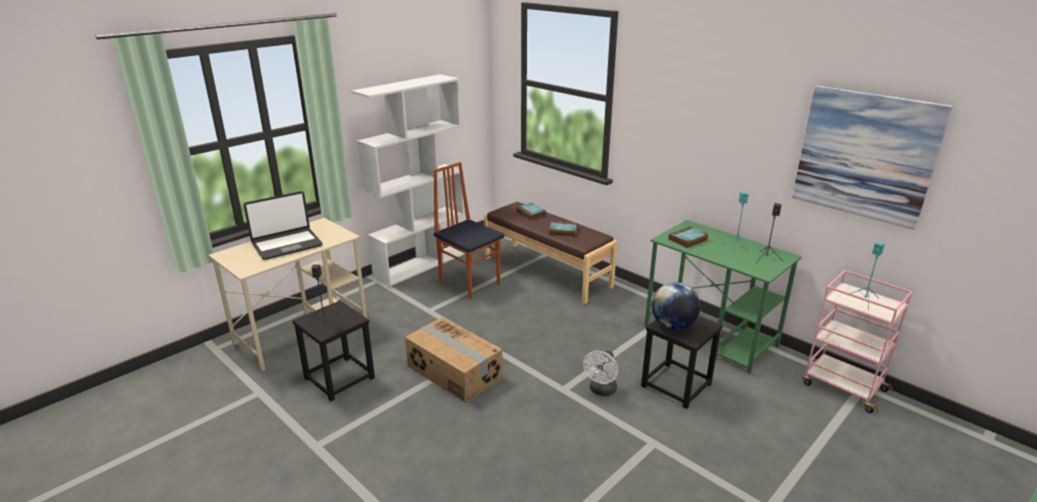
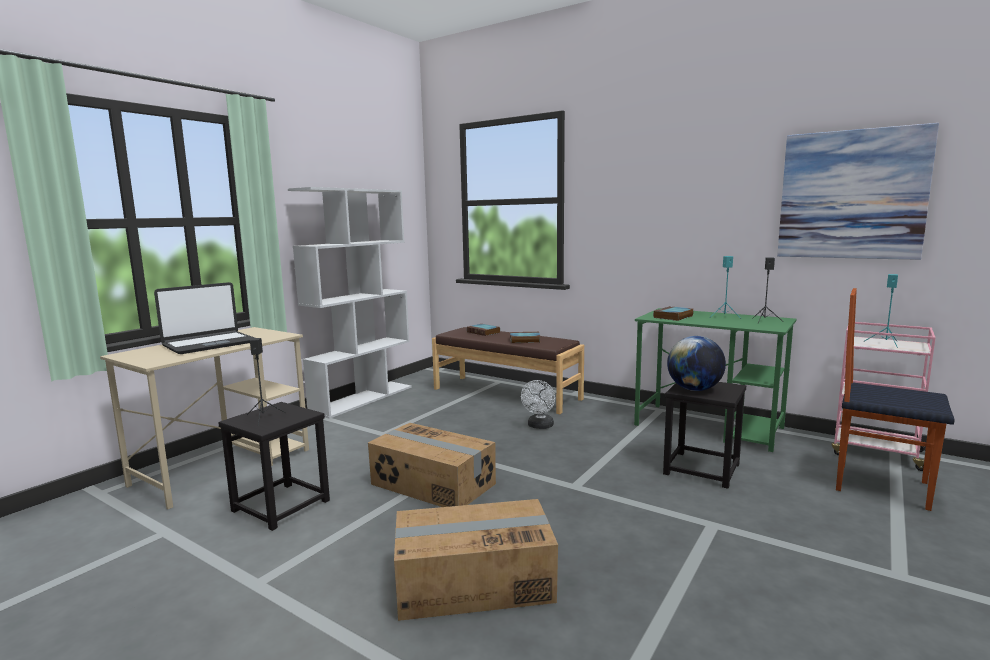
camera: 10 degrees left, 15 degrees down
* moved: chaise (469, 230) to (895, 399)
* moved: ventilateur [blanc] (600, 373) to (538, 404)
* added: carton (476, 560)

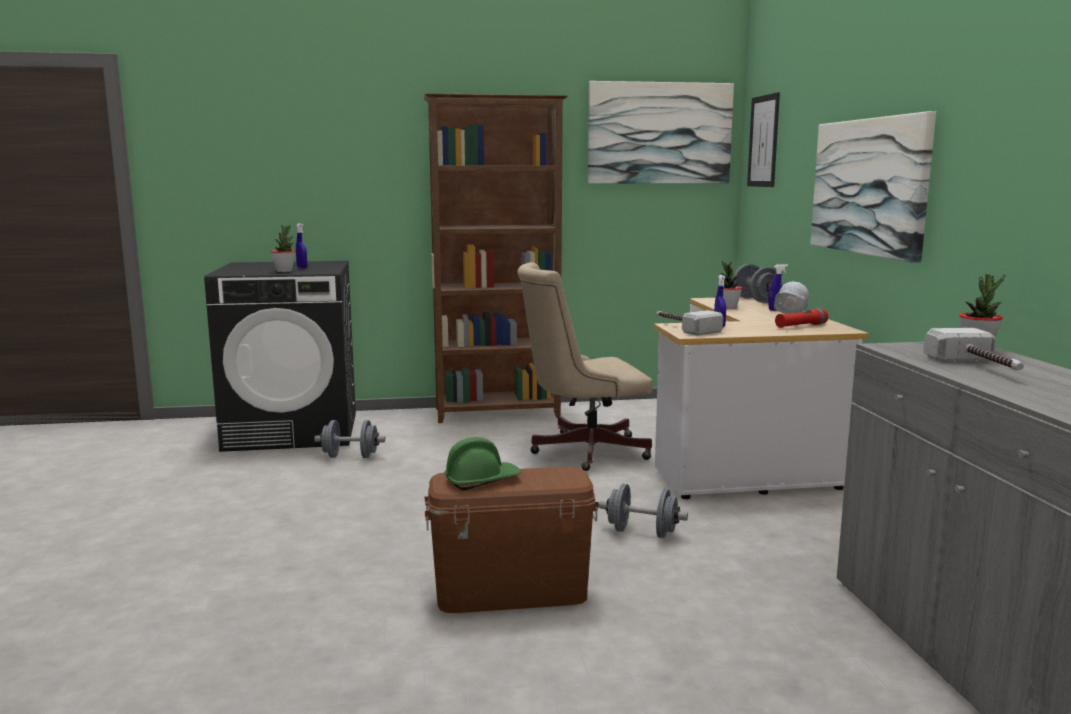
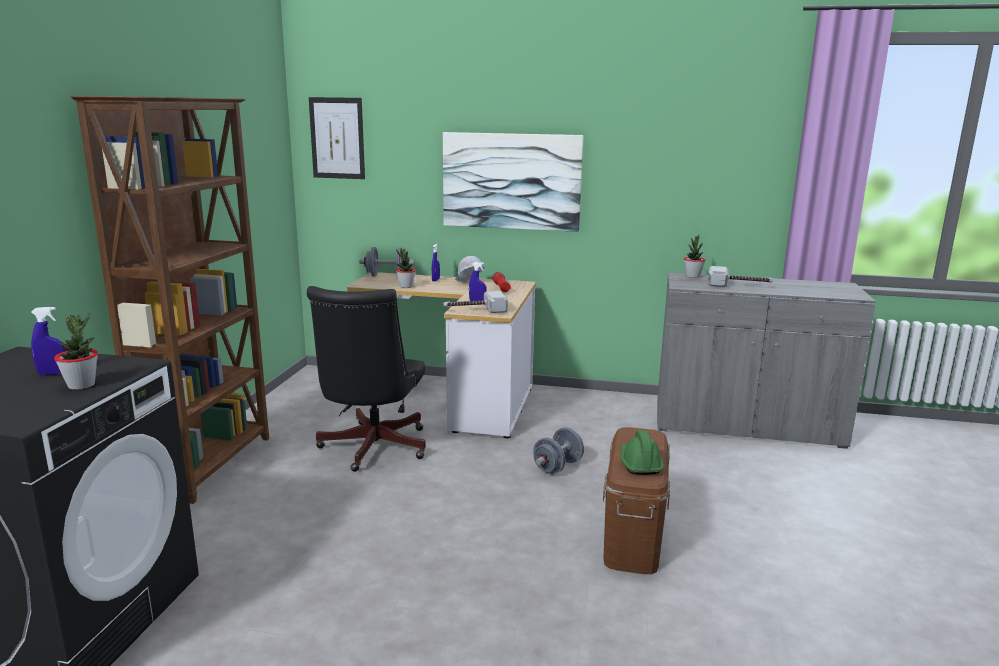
camera: 70 degrees left, 5 degrees up
* removed: haltère [gris] (349, 439)
* recoloured: chaise de bureau [beige] (584, 366) to chaise de bureau [noir] (366, 379)
* removed: tableau (661, 132)

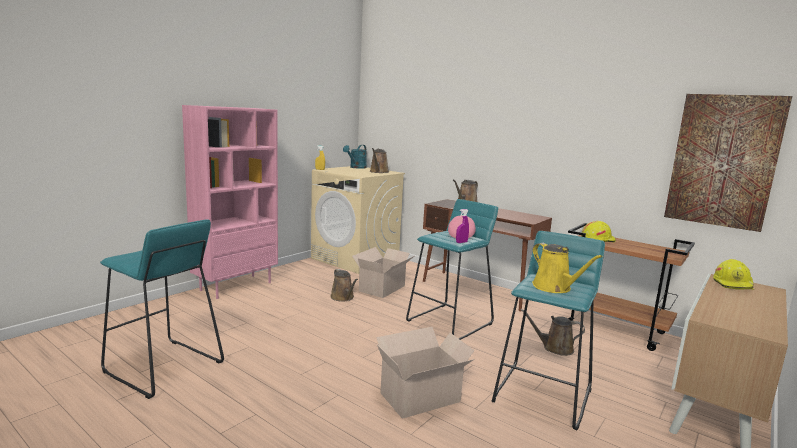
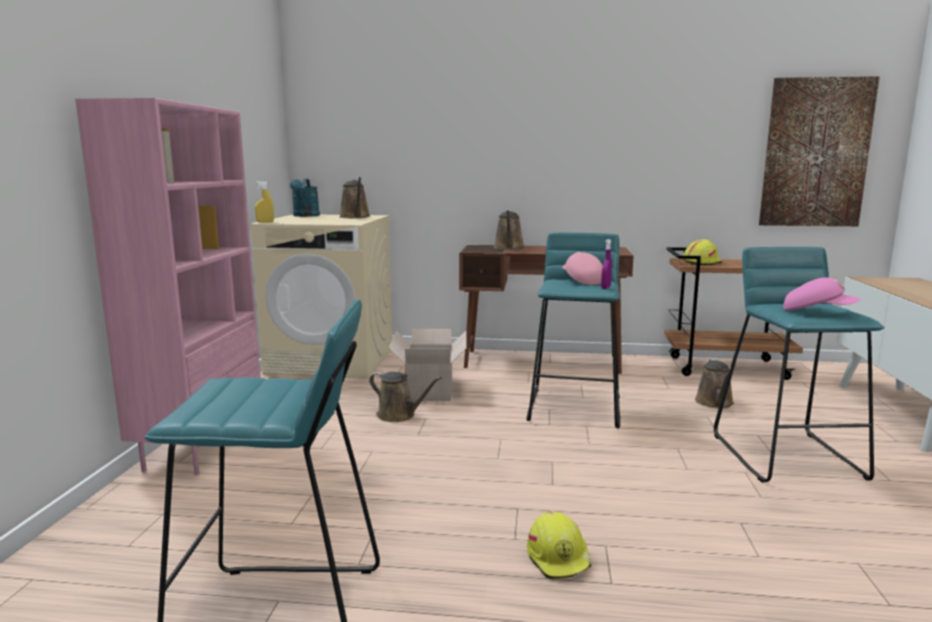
camera: 30 degrees left, 0 degrees up
* removed: carton (425, 373)
* turned: arrosoir [marron] (552, 332) = (714, 384) 60 degrees counterclockwise
* replaced: arrosoir [jaune] (567, 268) to casquette [rose] (822, 293)
* moved: casque de chantier [jaune] (733, 274) to (559, 545)

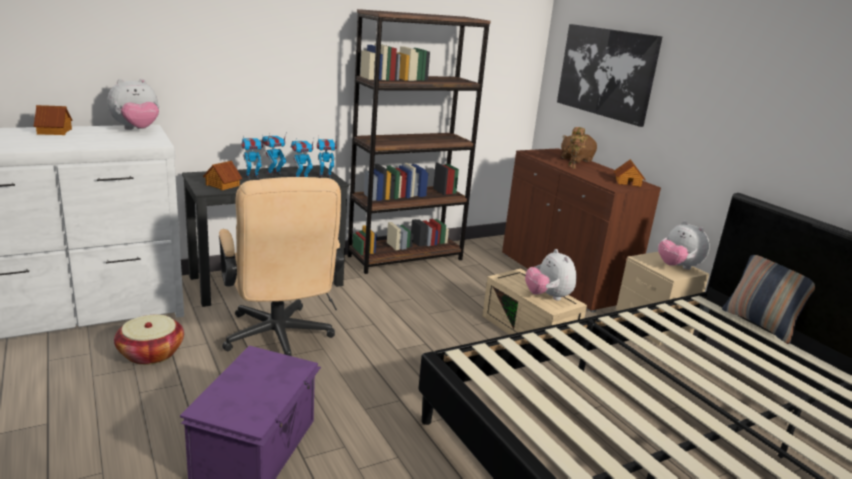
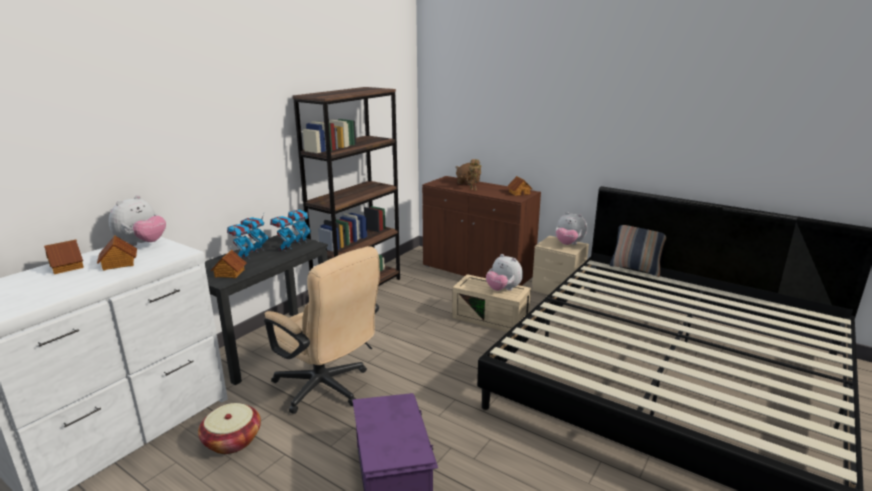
camera: 25 degrees left, 0 degrees up
* removed: tableau (609, 75)
* added: maison miniature (117, 253)

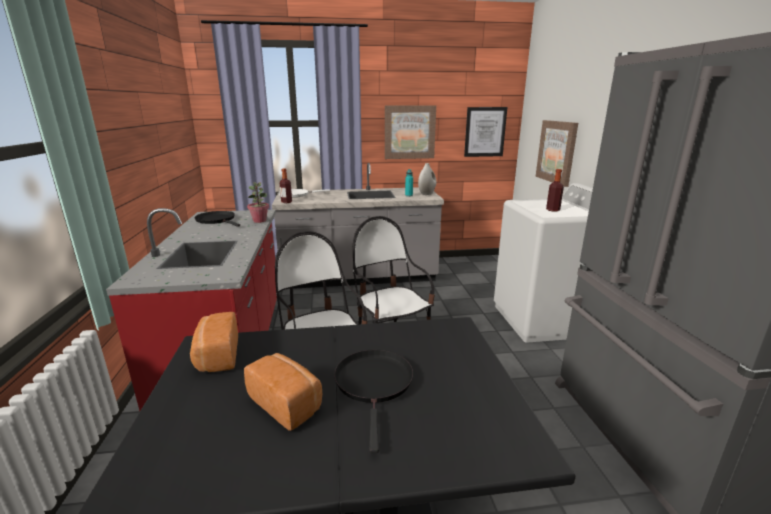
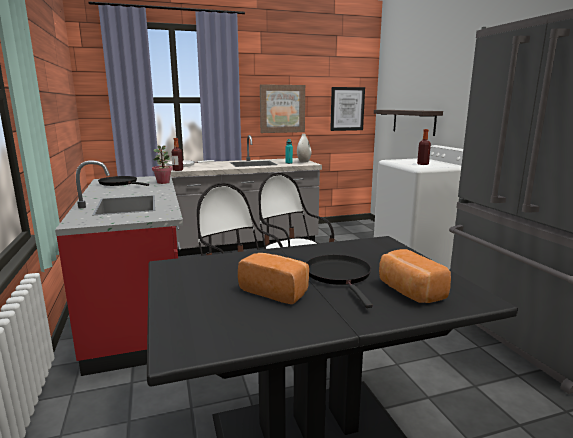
camera: 10 degrees left, 5 degrees down
* moved: pain (214, 342) to (415, 276)
* replaced: tableau (557, 153) to étagère (408, 123)

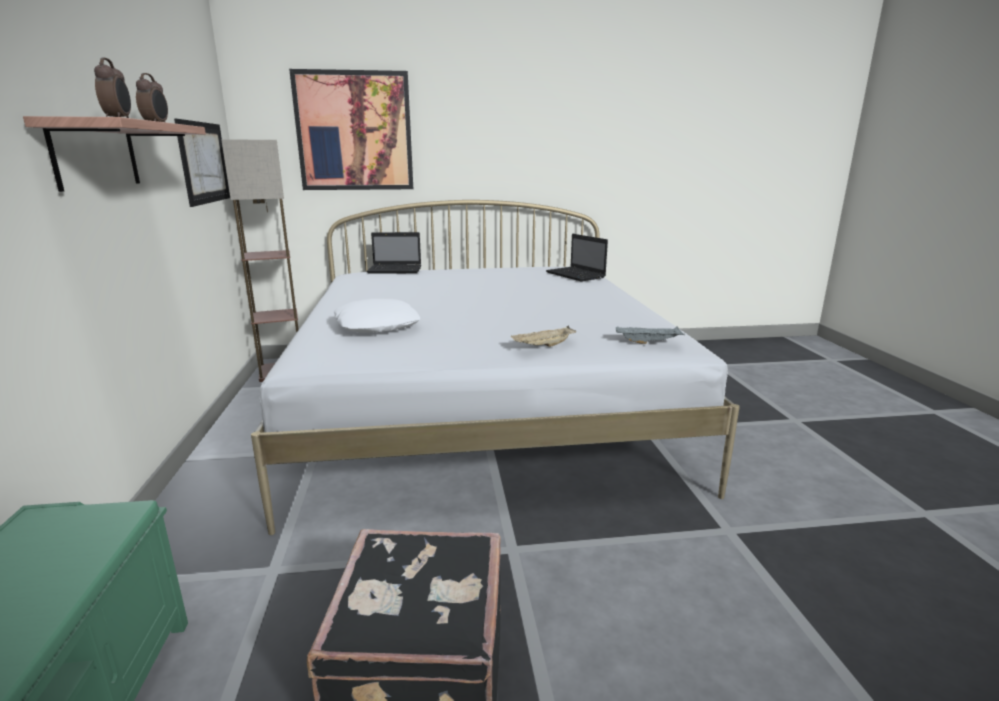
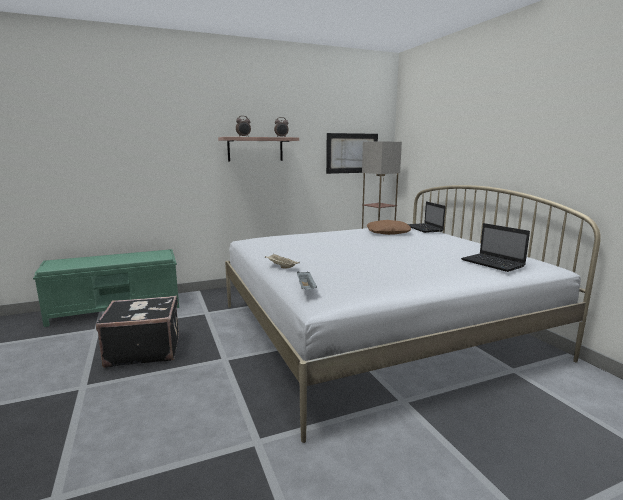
camera: 75 degrees right, 5 degrees down
* removed: tableau (351, 129)
* removed: coussin [blanc] (377, 316)
* turned: ordinateur portable (577, 258) = (495, 247) 75 degrees counterclockwise
* added: coussin [marron] (388, 227)

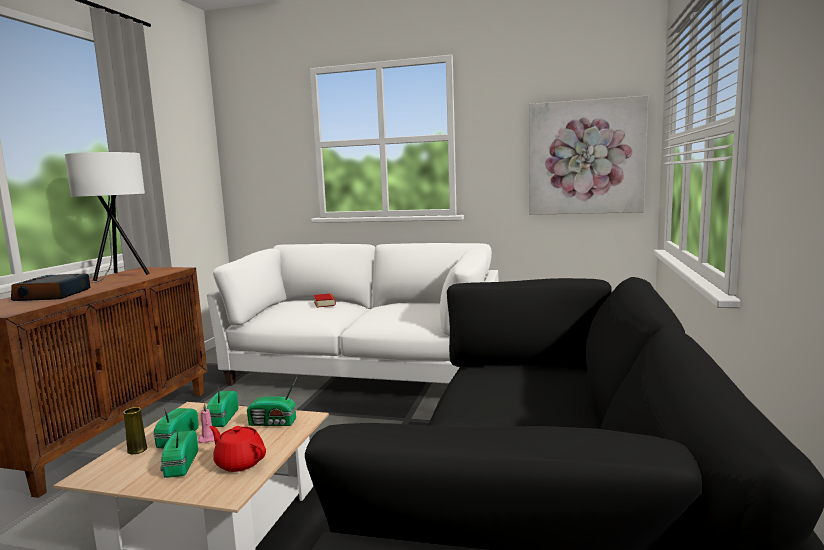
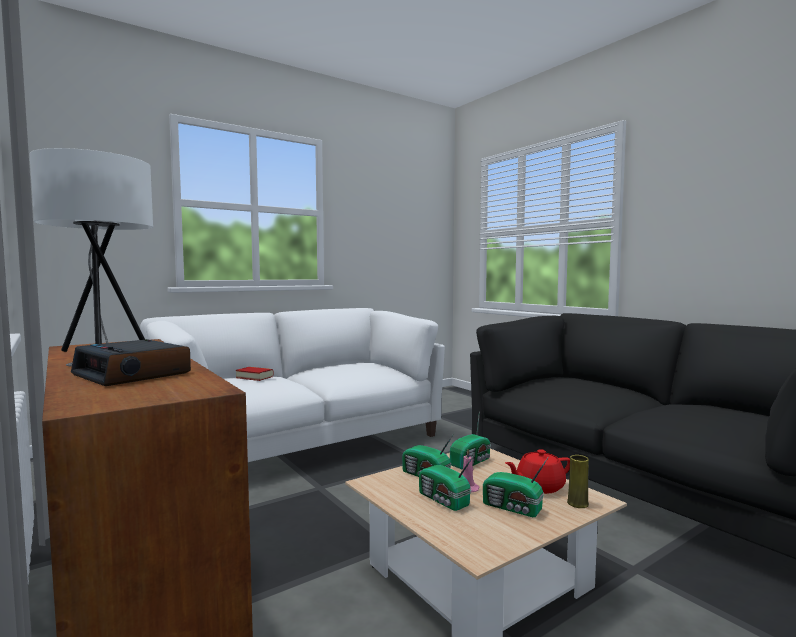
camera: 50 degrees left, 5 degrees down
* moved: vase [jaune] (135, 430) to (578, 481)
* removed: tableau (588, 155)

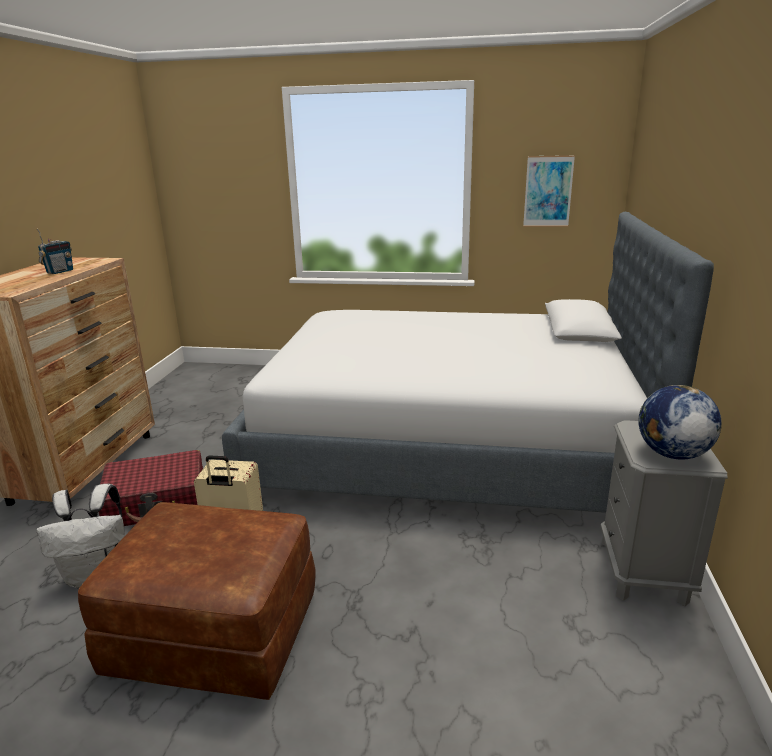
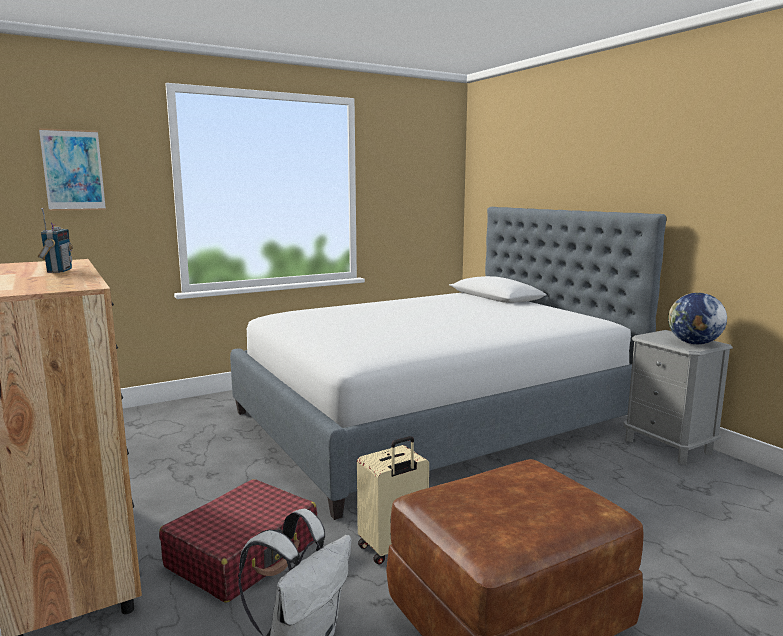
camera: 40 degrees left, 10 degrees down
* moved: tableau (549, 191) to (72, 169)

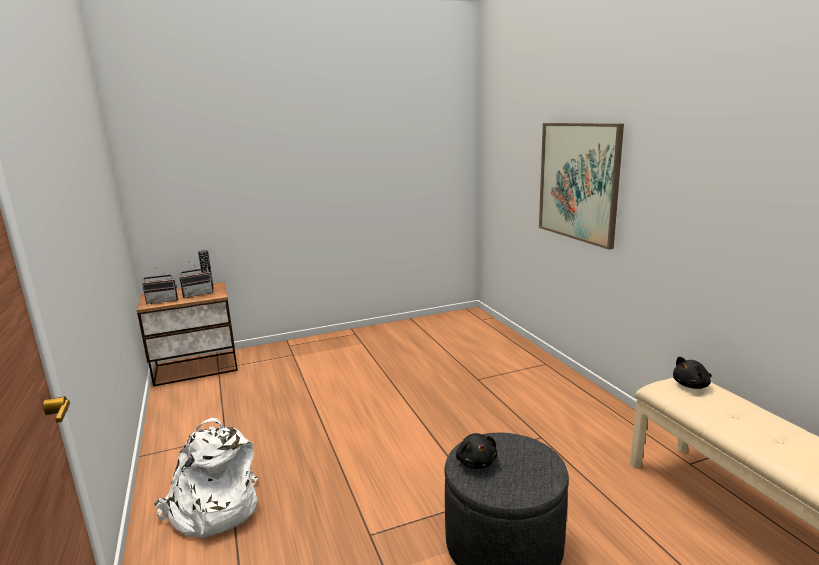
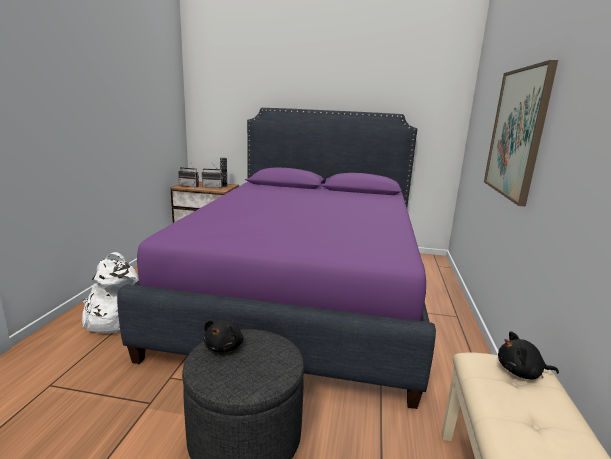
camera: 30 degrees right, 0 degrees up
* added: lit [violet] (276, 258)

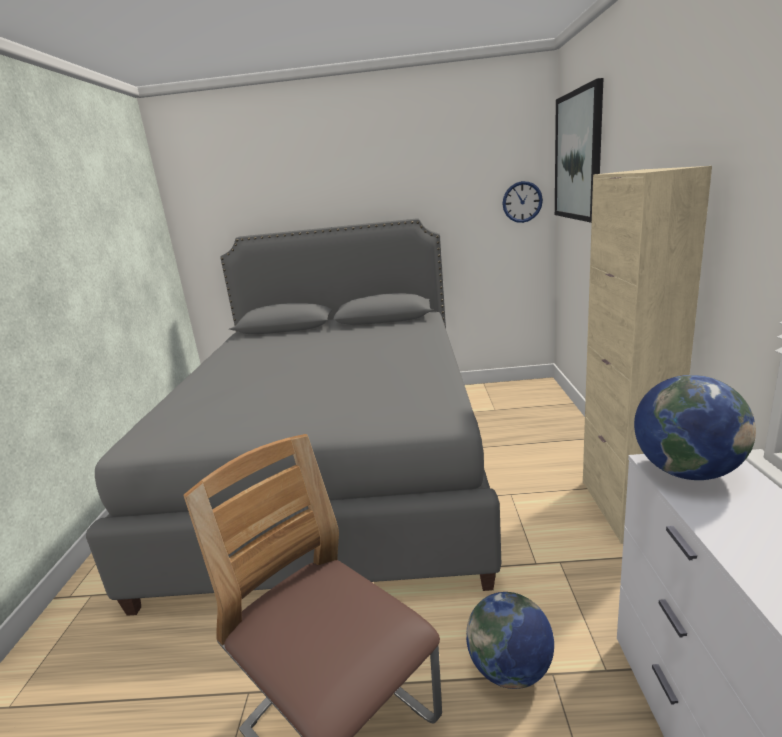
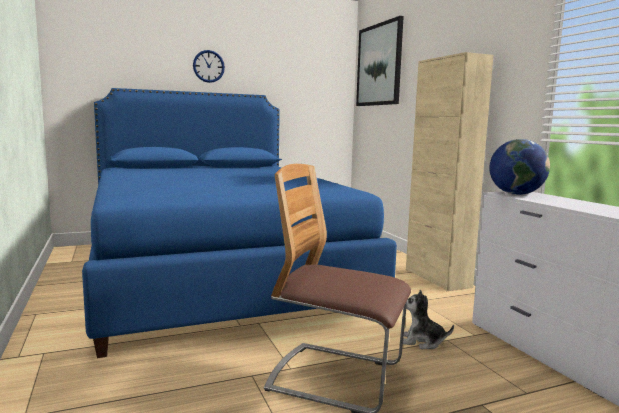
camera: 25 degrees left, 10 degrees down
* recoloured: lit [gris] (293, 417) to lit [bleu] (239, 223)
* replaced: globe (510, 640) to peluche (428, 319)
* moved: horloge murale (523, 202) to (209, 66)

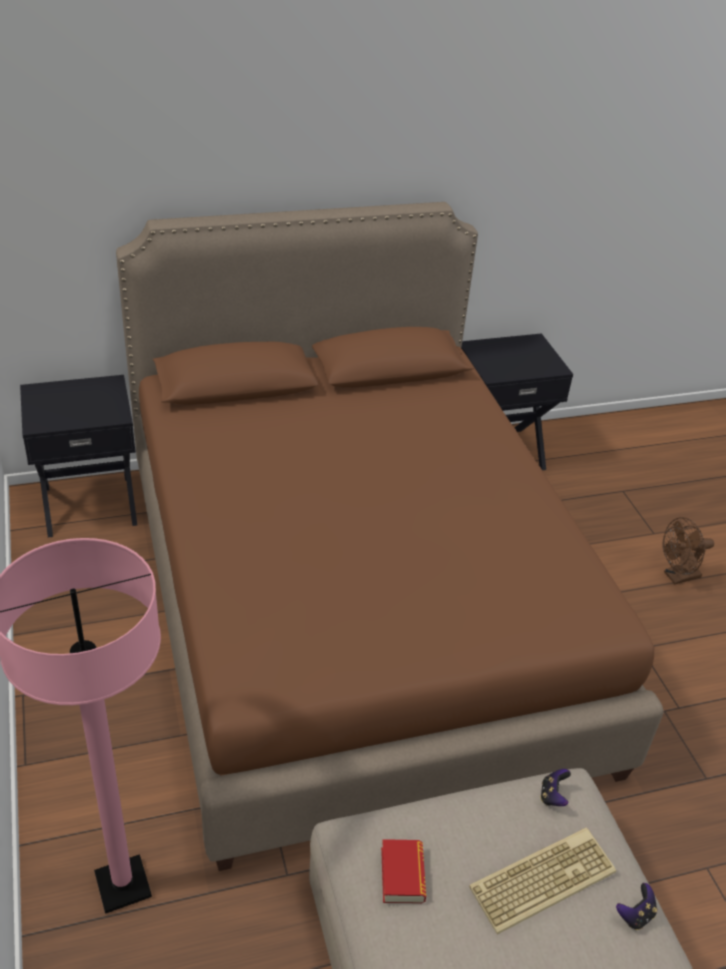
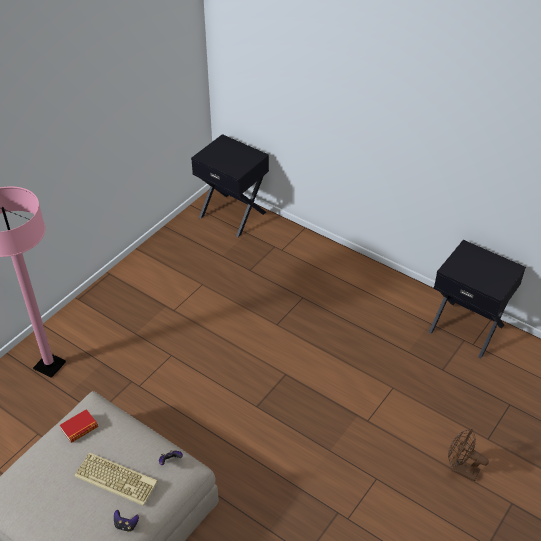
camera: 55 degrees right, 5 degrees up
* removed: lit [marron] (389, 536)

